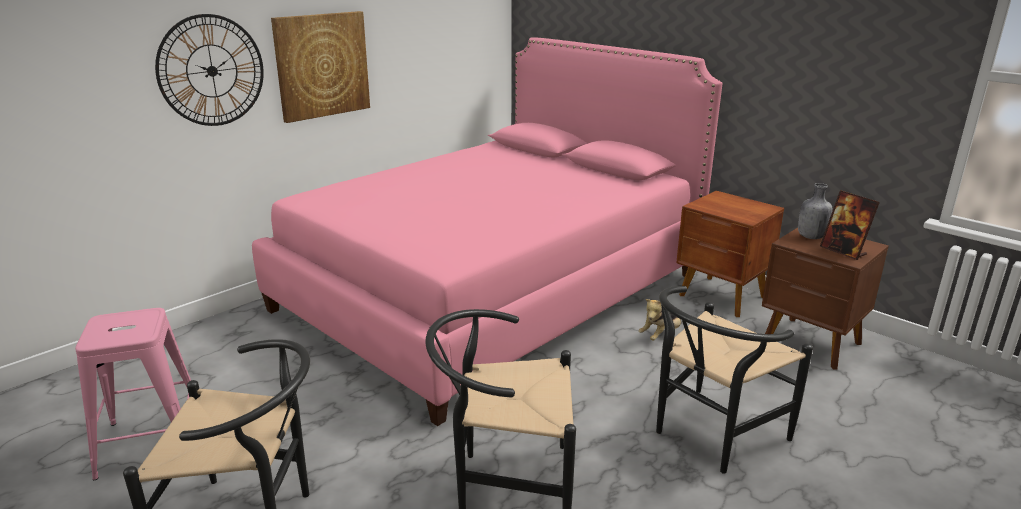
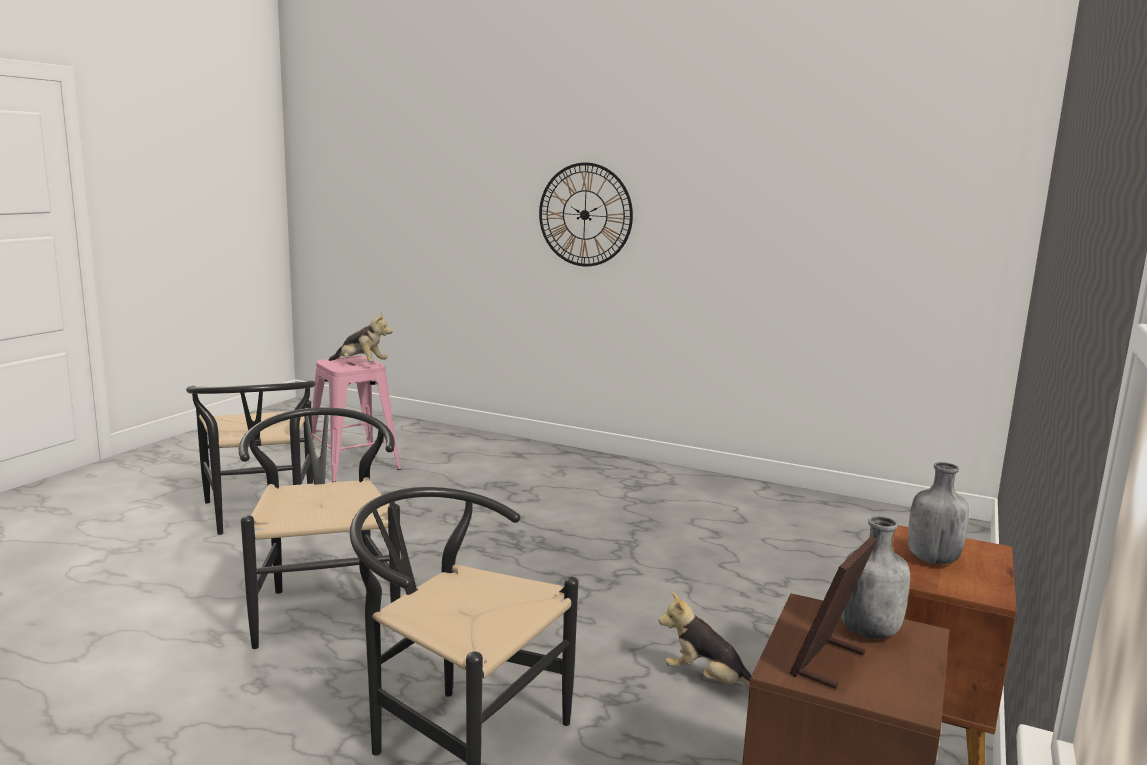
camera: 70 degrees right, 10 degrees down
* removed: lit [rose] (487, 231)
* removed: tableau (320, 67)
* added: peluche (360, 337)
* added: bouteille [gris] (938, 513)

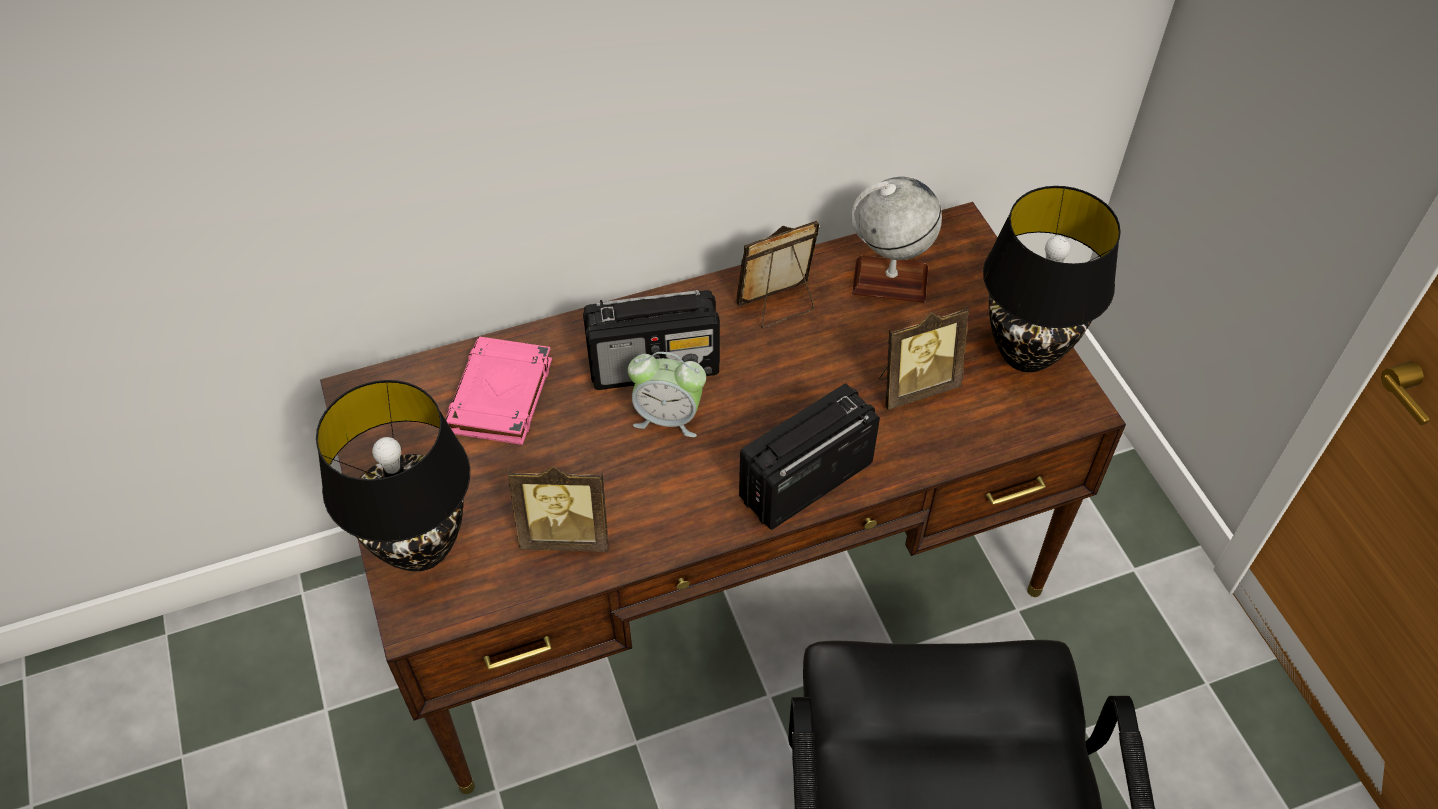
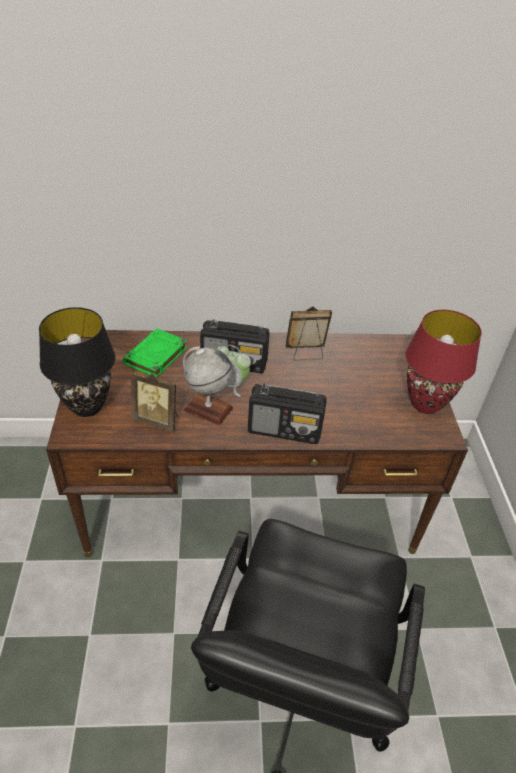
camera: 15 degrees right, 10 degrees down
* recoloured: livre [rose] (498, 391) to livre [vert] (155, 353)
* turned: radio (809, 456) = (287, 413) 150 degrees counterclockwise
* moved: globe (896, 240) to (208, 386)
* removed: cadre photo (924, 358)
* recoloured: lampe de table [noir] (1052, 279) to lampe de table [rouge] (443, 362)

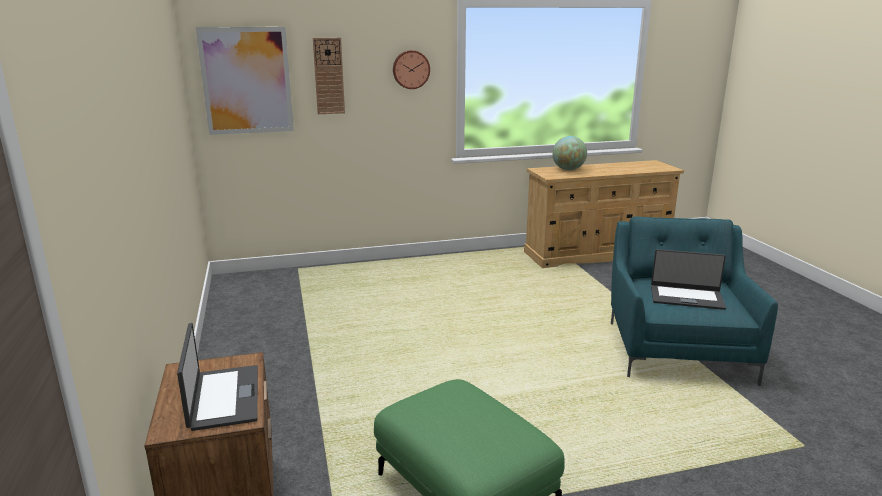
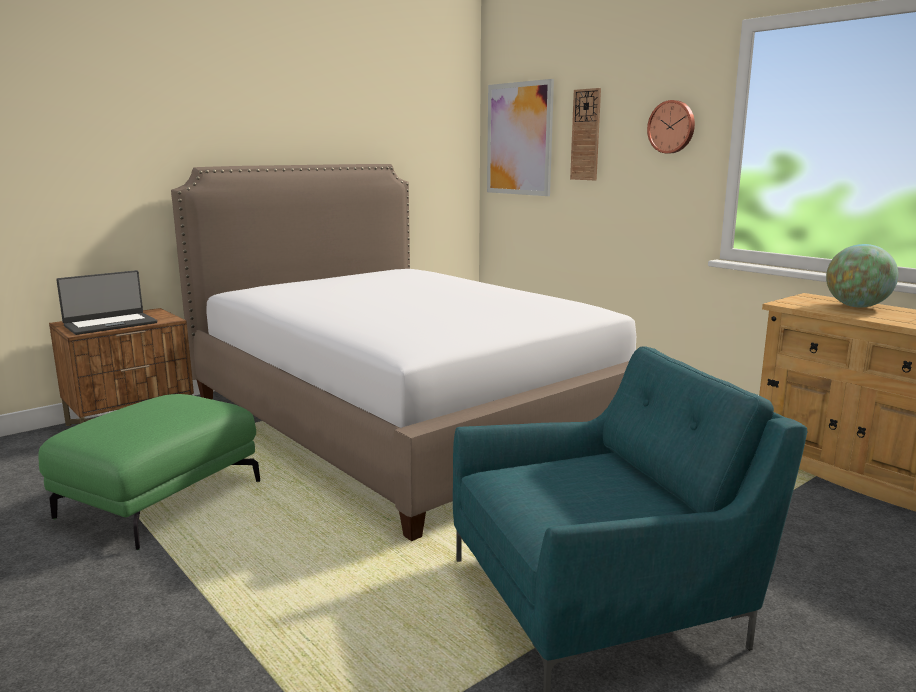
camera: 65 degrees right, 5 degrees down
* removed: ordinateur portable (688, 279)
* added: lit (403, 352)

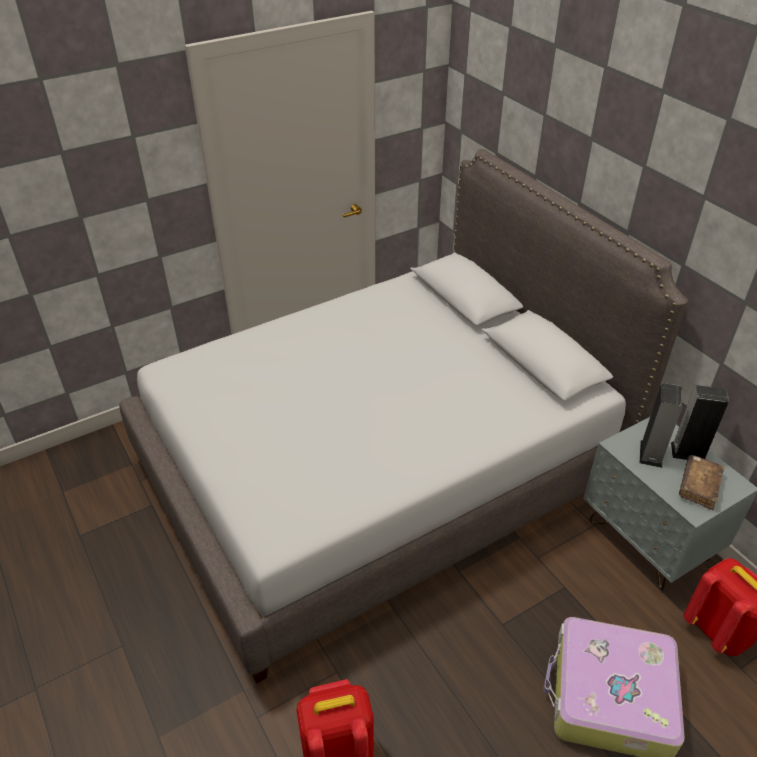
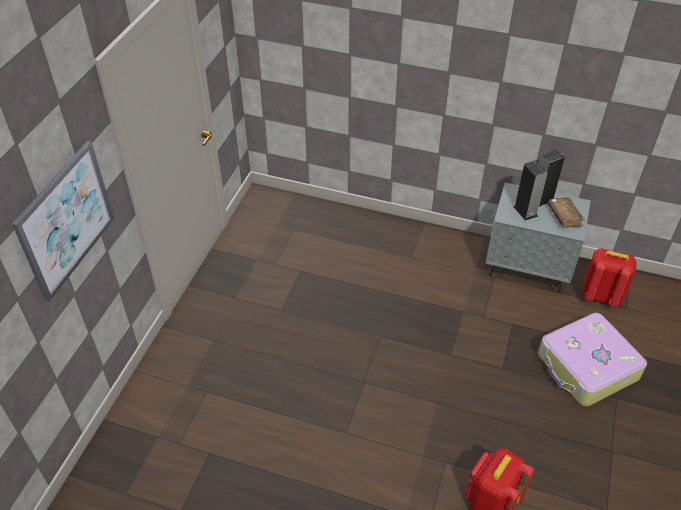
camera: 40 degrees left, 5 degrees up
* removed: lit [gris] (403, 416)
* added: tableau (63, 221)

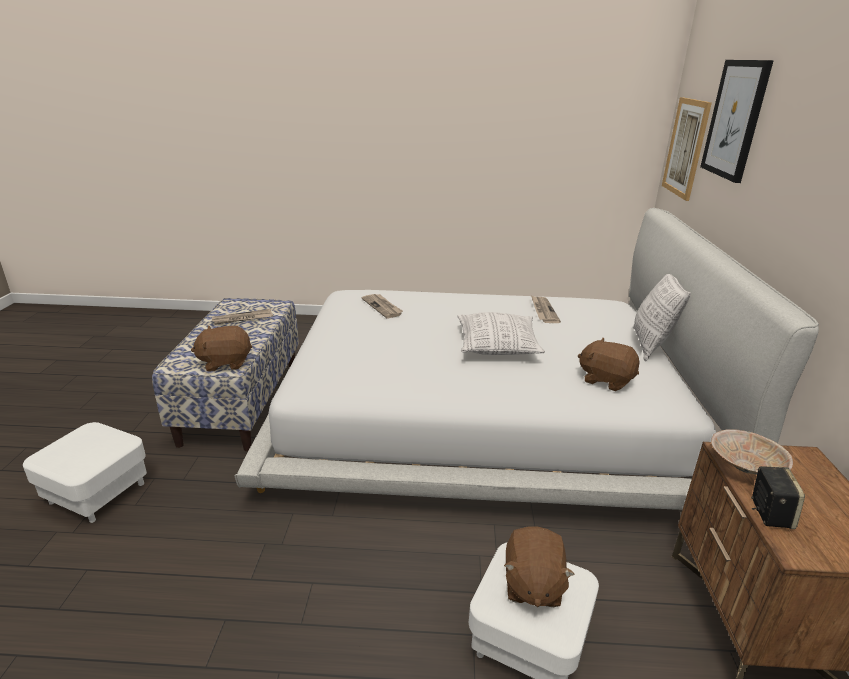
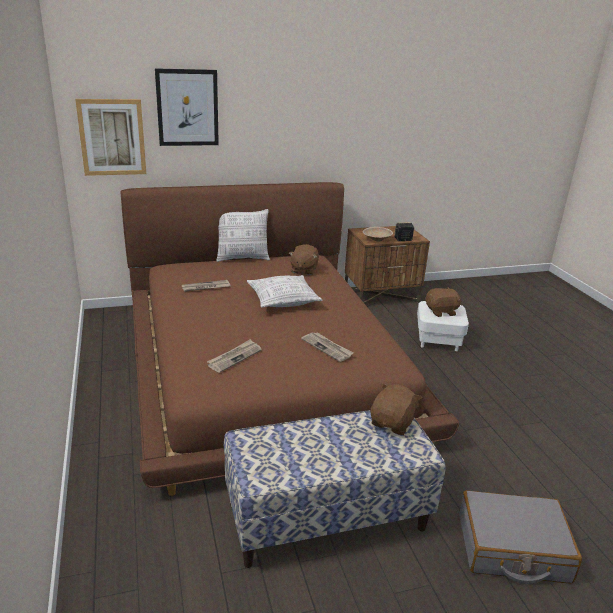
camera: 110 degrees left, 0 degrees up
* replaced: pouf [blanc] (85, 472) to valise [gris] (520, 537)
* turned: peluche [marron] (221, 348) = (396, 409) 120 degrees counterclockwise
* moved: journal (242, 317) to (327, 347)
* recoloured: lit [blanc] (527, 359) to lit [marron] (290, 339)

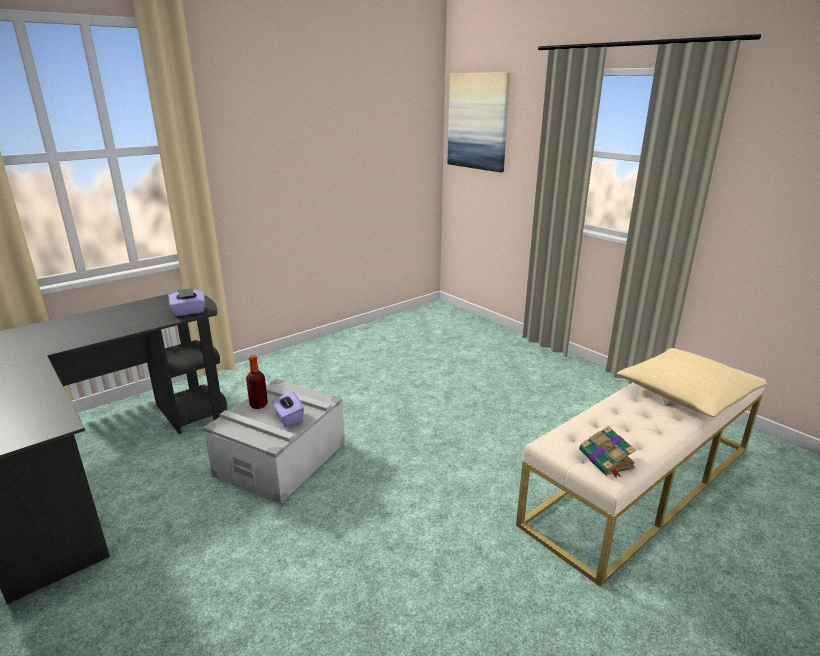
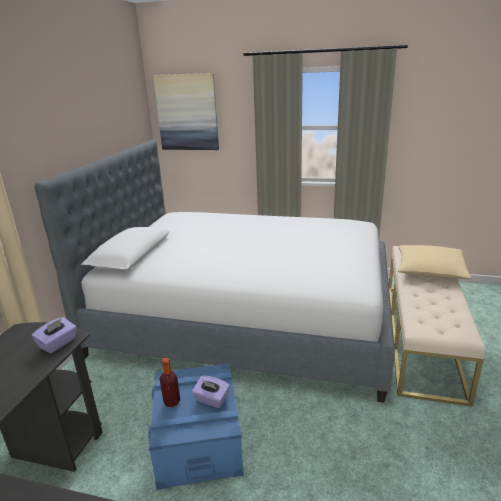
camera: 35 degrees left, 0 degrees up
* recoloured: boîte de rangement [gris] (274, 441) to boîte de rangement [bleu] (196, 426)
* removed: livre (607, 452)
* added: lit (215, 271)

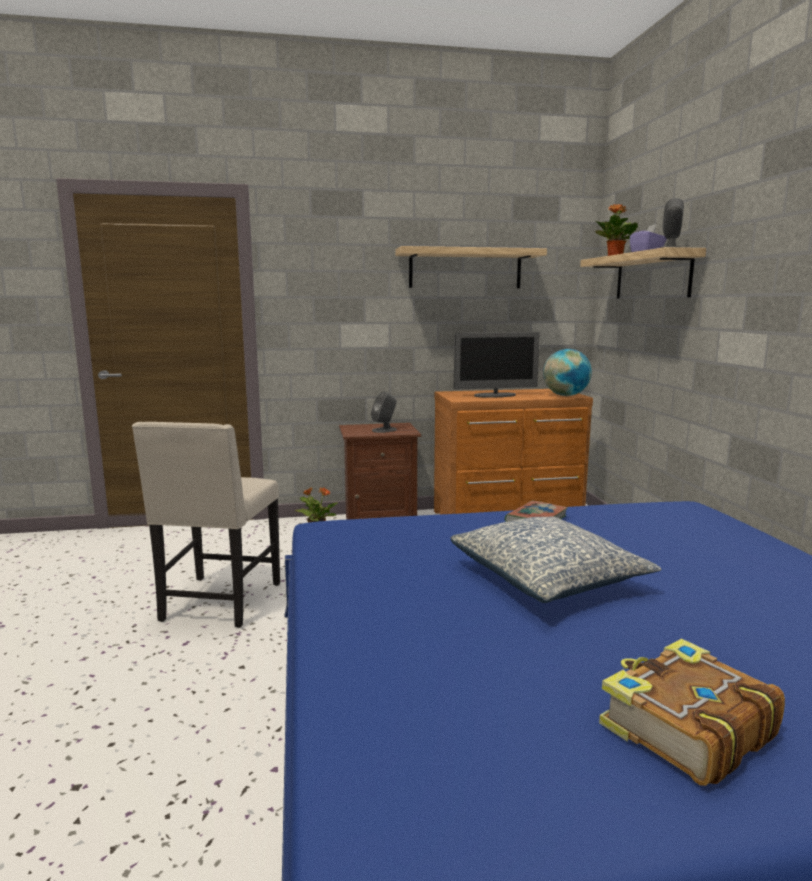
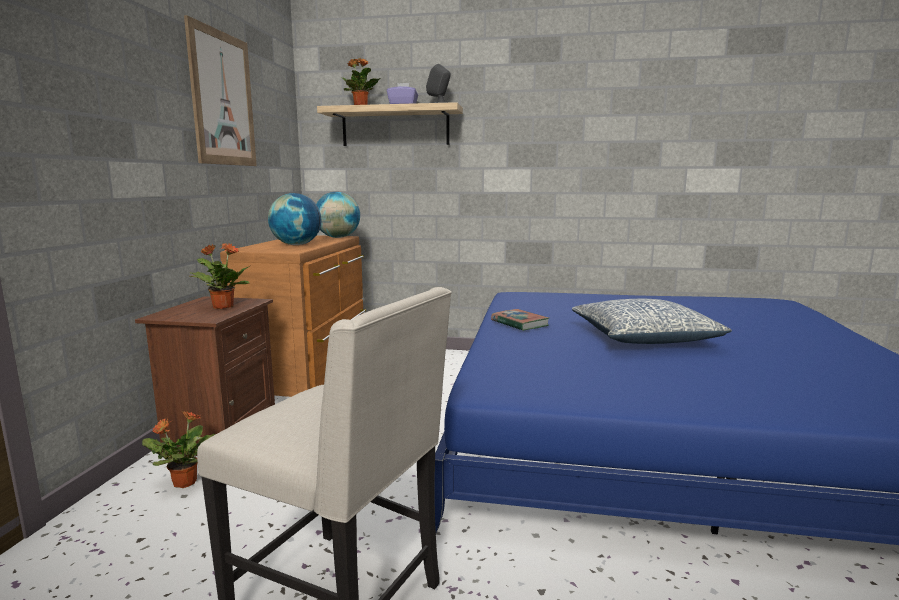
camera: 70 degrees left, 0 degrees up
* replaced: enceinte [gris] (384, 412) to plante en pot (220, 276)
* replaced: étagère (471, 267) to tableau (220, 90)
* replaced: écran d'ordinateur (497, 364) to globe (294, 219)
* removed: livre (692, 712)

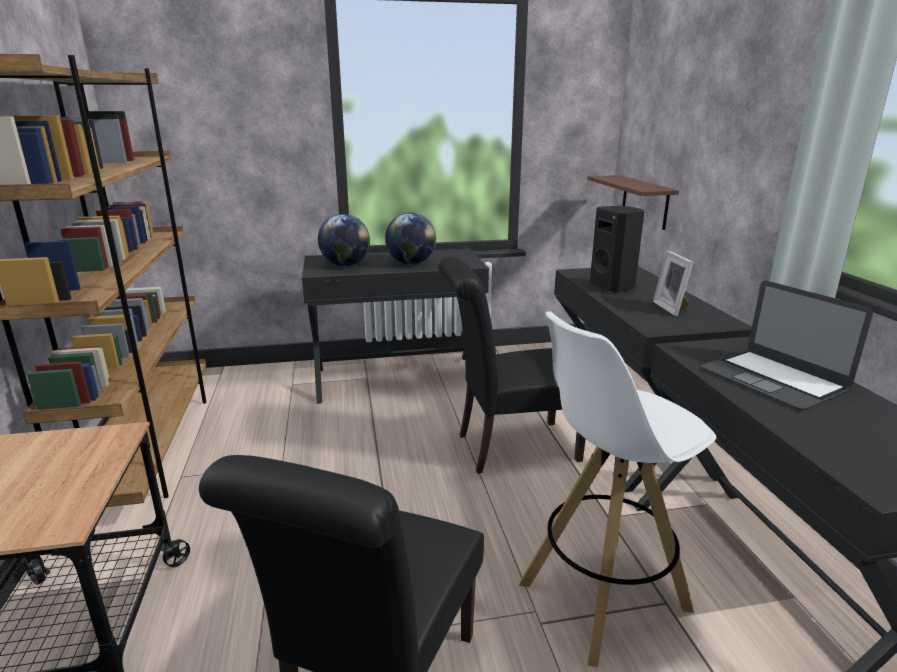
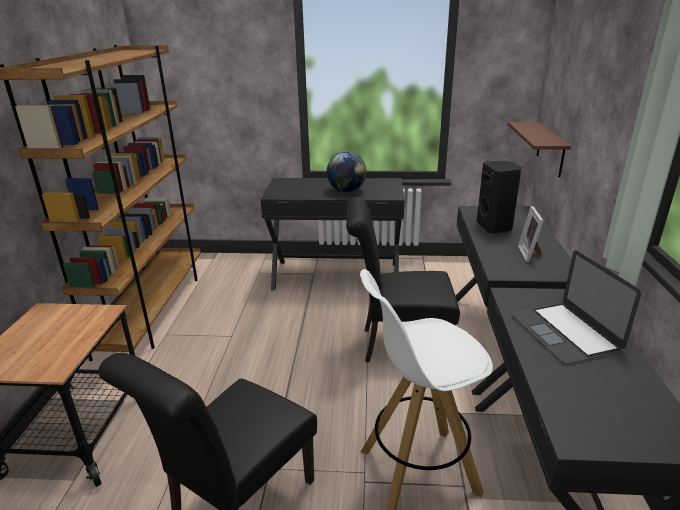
camera: 15 degrees right, 5 degrees up
* removed: globe (344, 240)

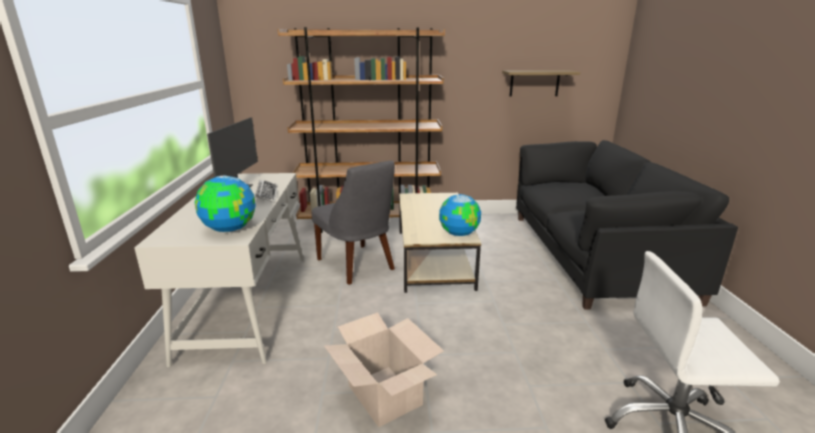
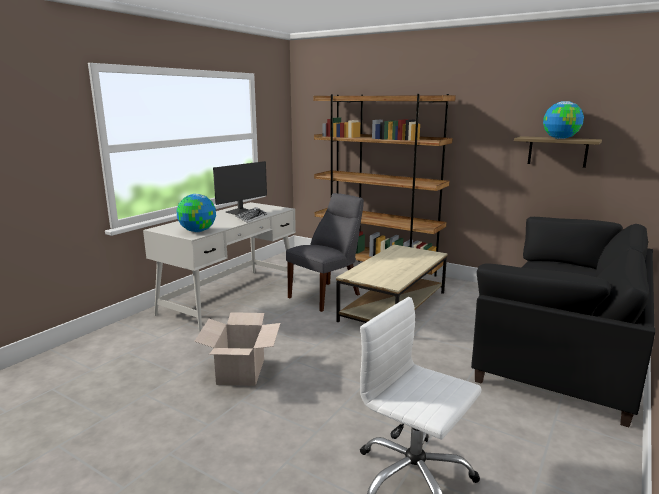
camera: 35 degrees right, 5 degrees down
* turned: chaise [gris] (353, 223) = (325, 252) 135 degrees counterclockwise
* moved: globe (460, 215) to (563, 120)

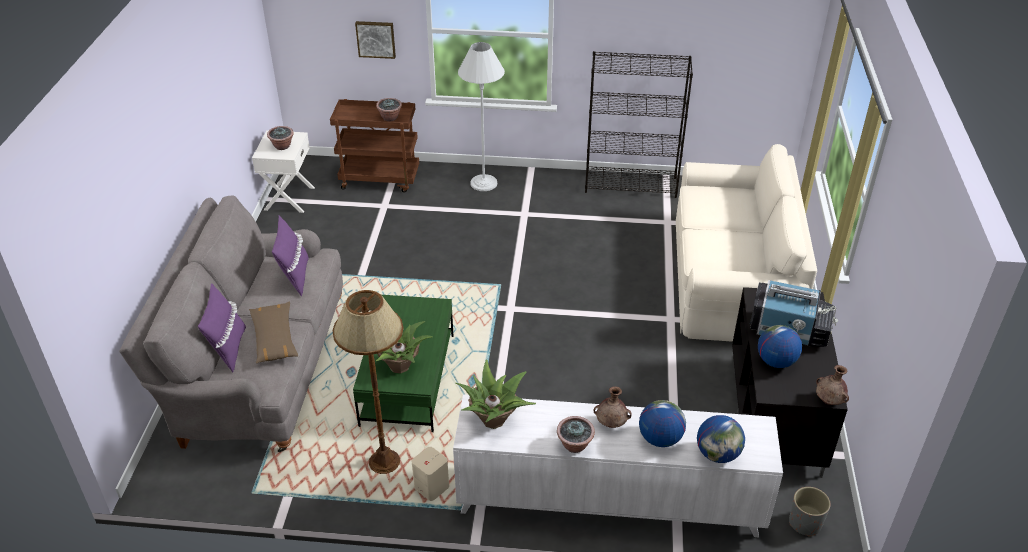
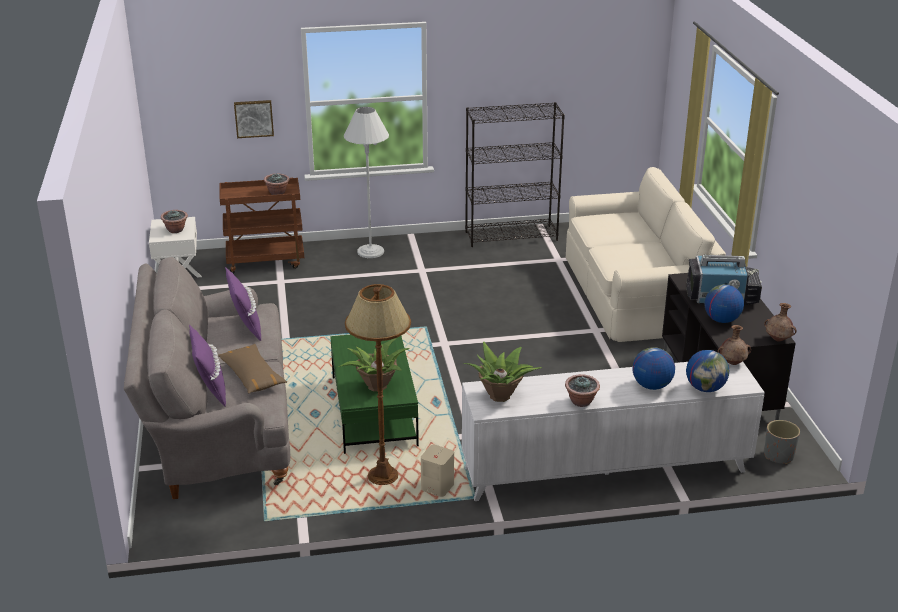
camera: 15 degrees left, 10 degrees down
* moved: vase [marron] (612, 407) to (734, 345)

